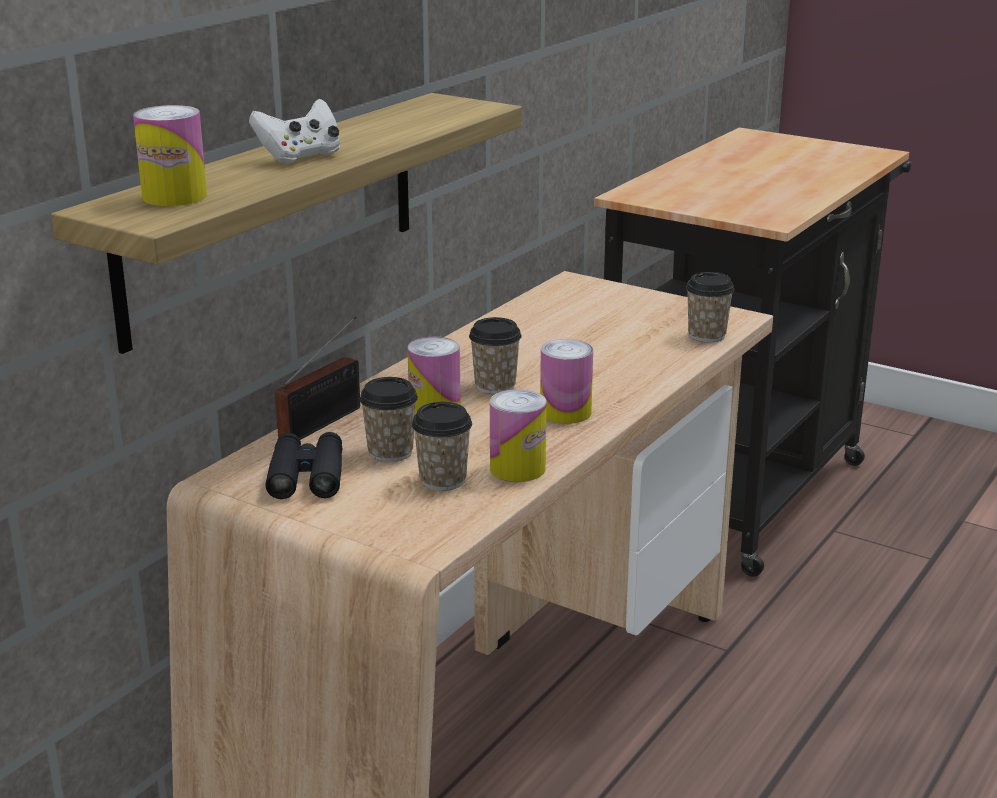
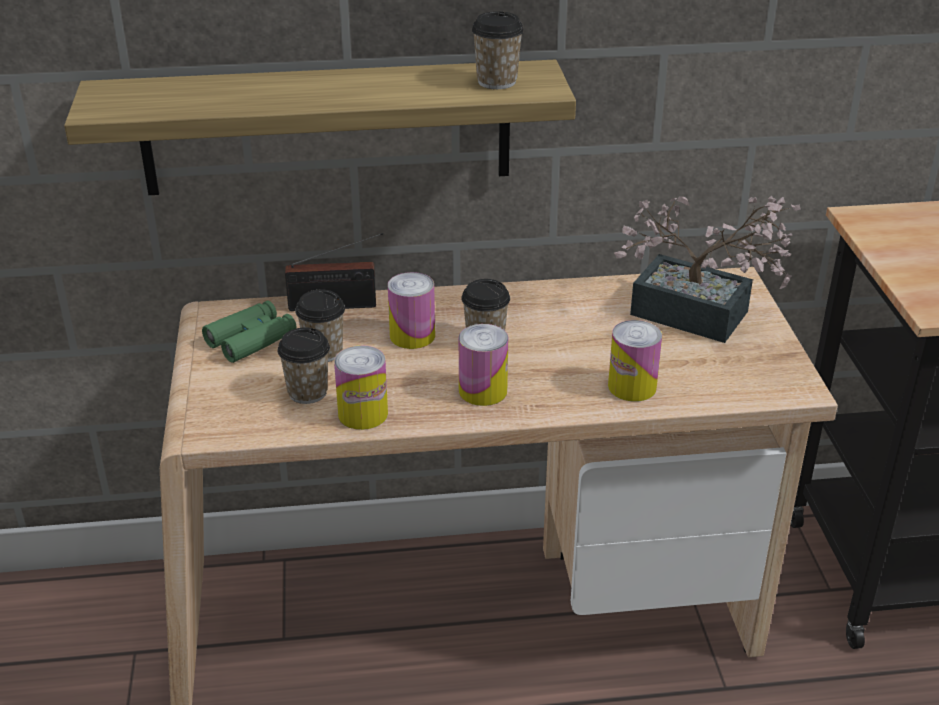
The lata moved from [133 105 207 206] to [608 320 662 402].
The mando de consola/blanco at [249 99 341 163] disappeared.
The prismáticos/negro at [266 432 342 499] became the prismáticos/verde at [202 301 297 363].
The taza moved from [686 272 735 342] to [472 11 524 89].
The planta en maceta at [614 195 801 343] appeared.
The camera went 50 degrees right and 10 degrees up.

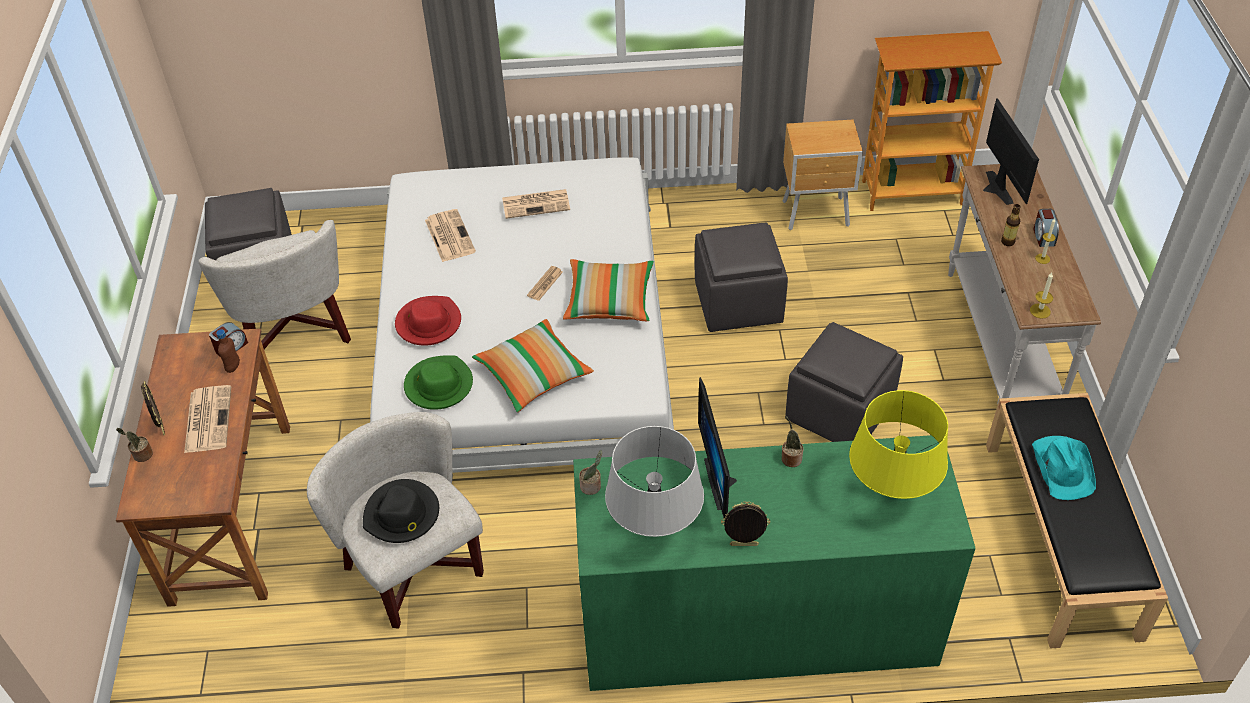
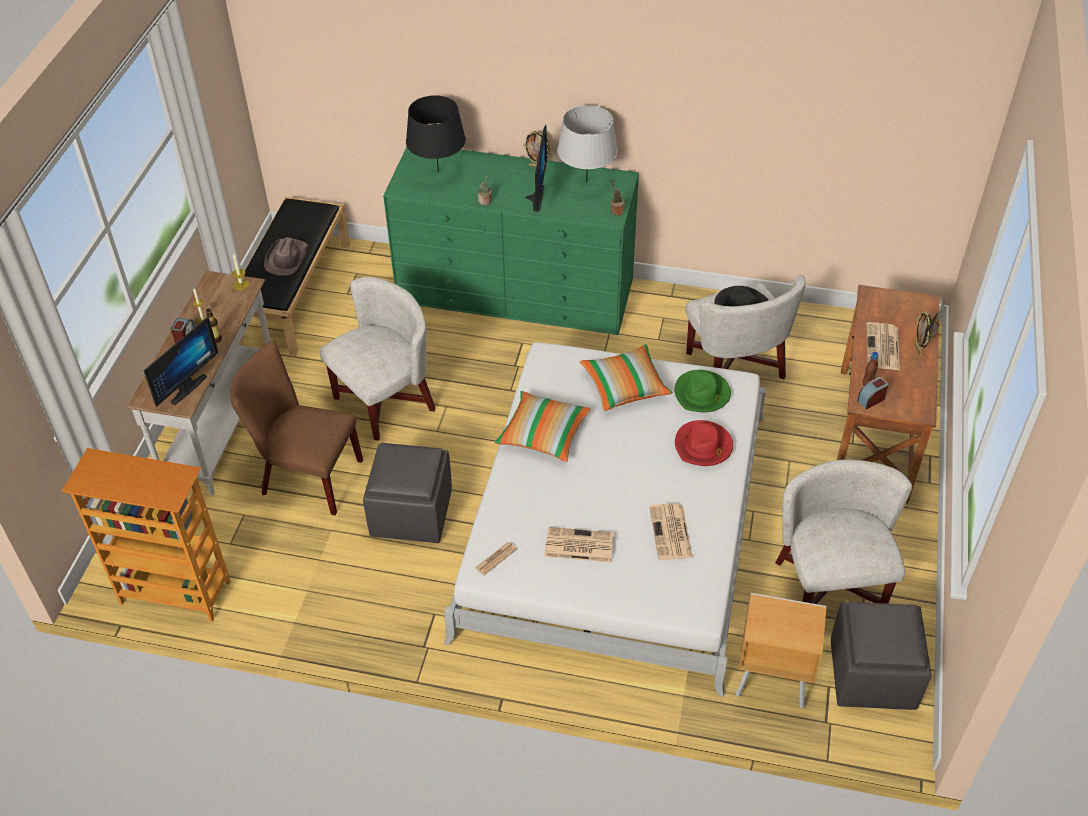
The periódico moved from [527 266 563 301] to [475 542 517 575].
The mesita de noche/marrón moved from [782 119 863 230] to [736 593 827 708].
The puf/gris at [785 322 903 442] was replaced by the sillón/blanco at [320 277 435 441].
The lámpara de mesa/amarillo at [849 390 948 499] became the lámpara de mesa/negro at [406 95 466 173].
The monitor at [983 98 1039 205] turned 150 degrees counterclockwise.
The sombrero/turquesa at [1032 436 1096 500] became the sombrero/marrón at [264 237 309 276].
The silla/marrón at [230 341 363 515] appeared.
The camera went 165 degrees left and 0 degrees up.

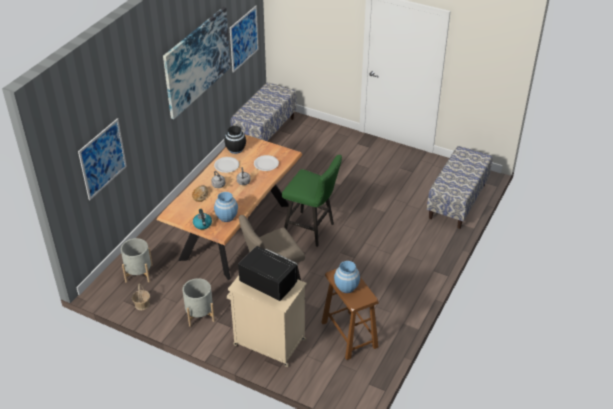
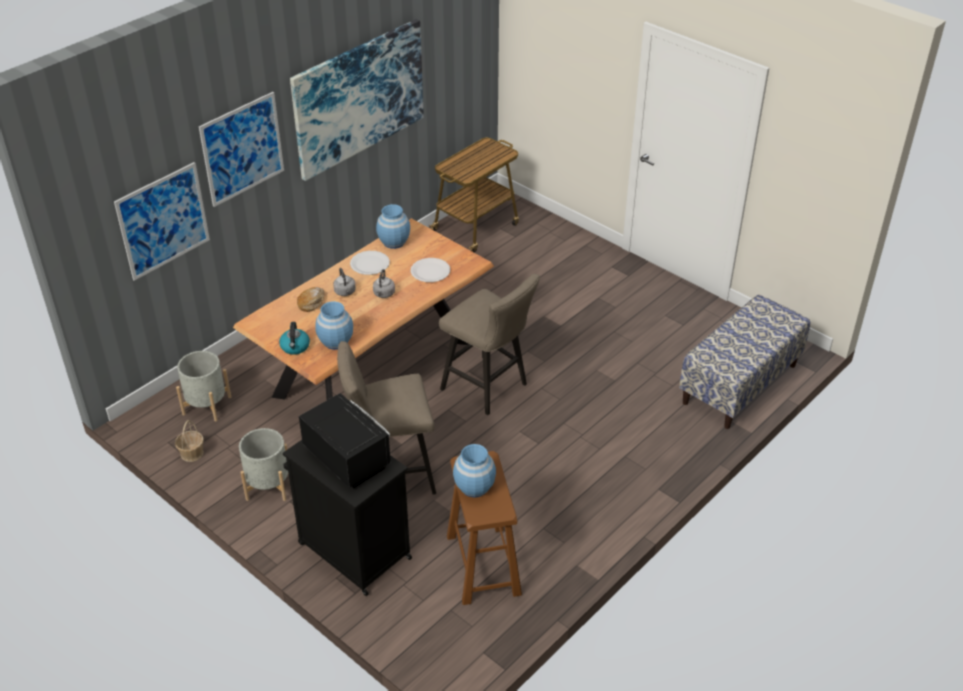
The florero/negro at [224 126 246 154] became the florero/azul at [376 204 410 249].
The armario/beis at [227 275 307 367] became the armario/negro at [283 440 412 596].
The cuadro moved from [230 6 259 73] to [199 92 284 207].
The banco at [231 82 297 141] was replaced by the carrito at [429 137 519 252].
The taburete/verde at [282 155 342 247] became the taburete/beis at [439 274 540 415].
The camera went 15 degrees right and 0 degrees up.

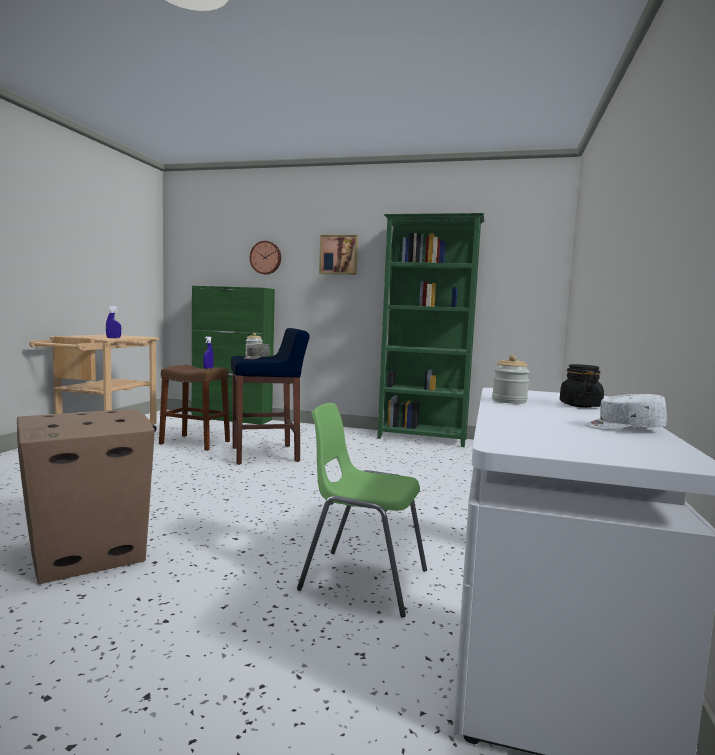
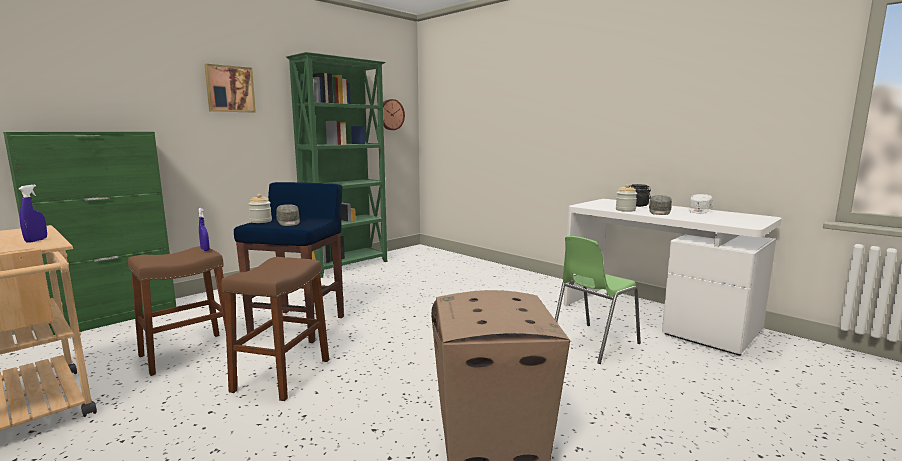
The reloj de pared moved from [250 241 281 275] to [383 99 405 130].
The taburete/marrón at [222 257 329 401] appeared.
The gorra/gris at [649 195 672 215] appeared.
The camera went 60 degrees left and 5 degrees up.

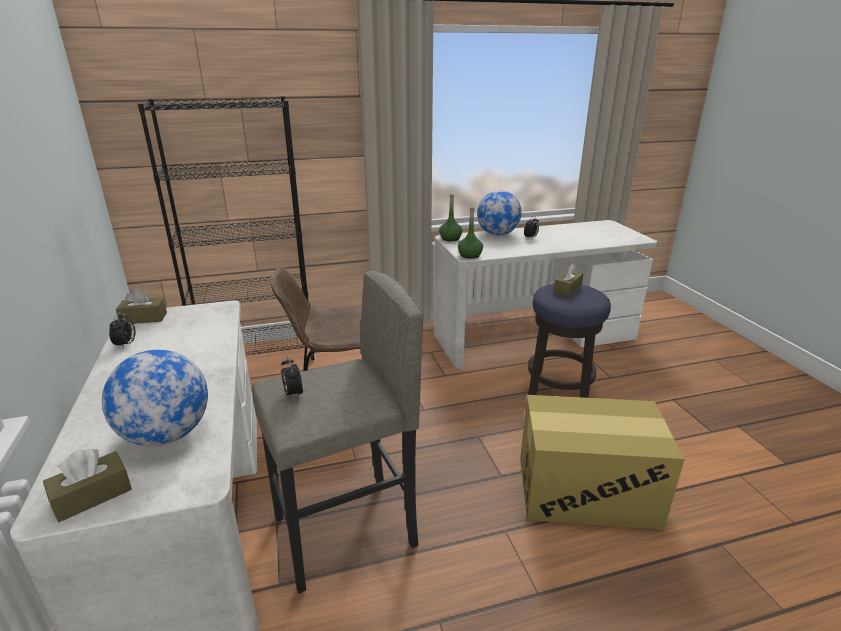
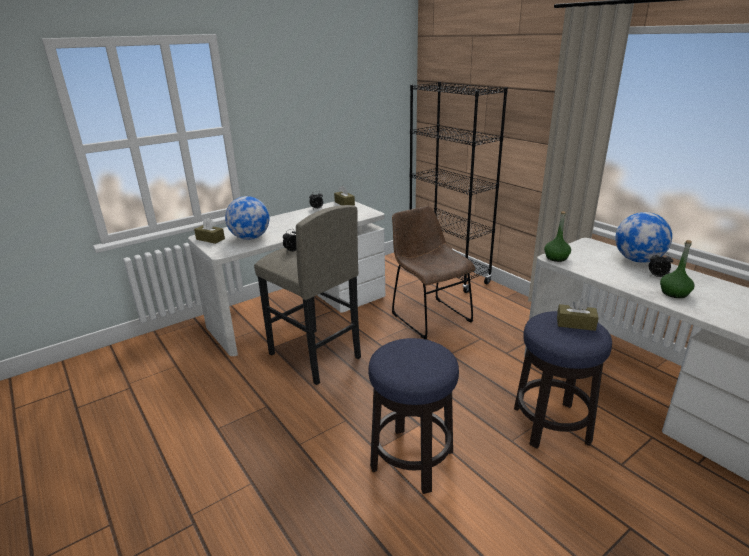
The botella/verde moved from [439 194 463 241] to [660 240 695 298].
The caja de cartón at [520 395 684 530] was replaced by the taburete at [368 338 459 494].
The camera went 70 degrees right and 0 degrees up.

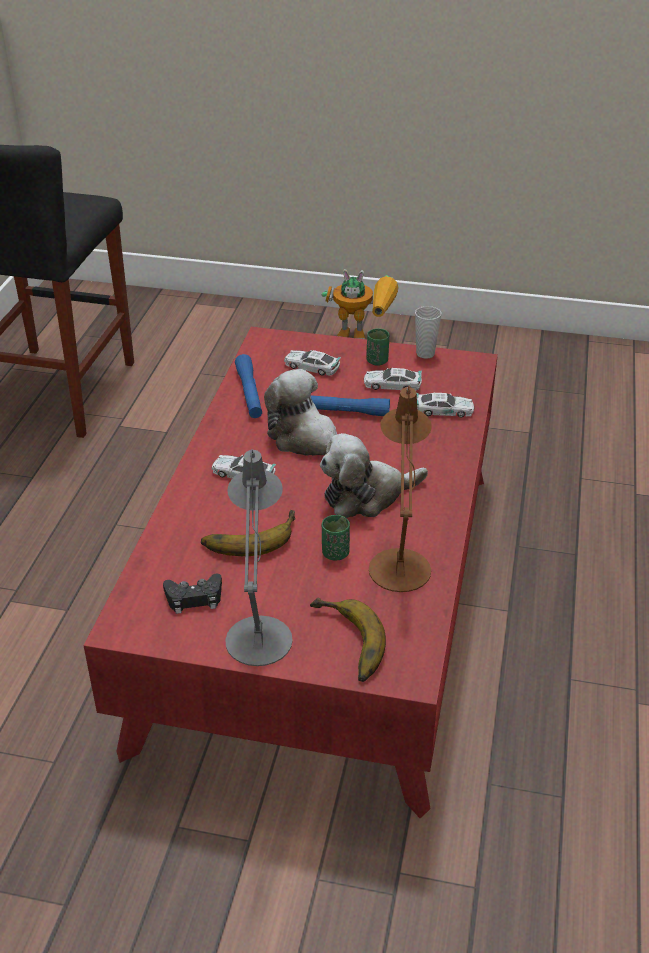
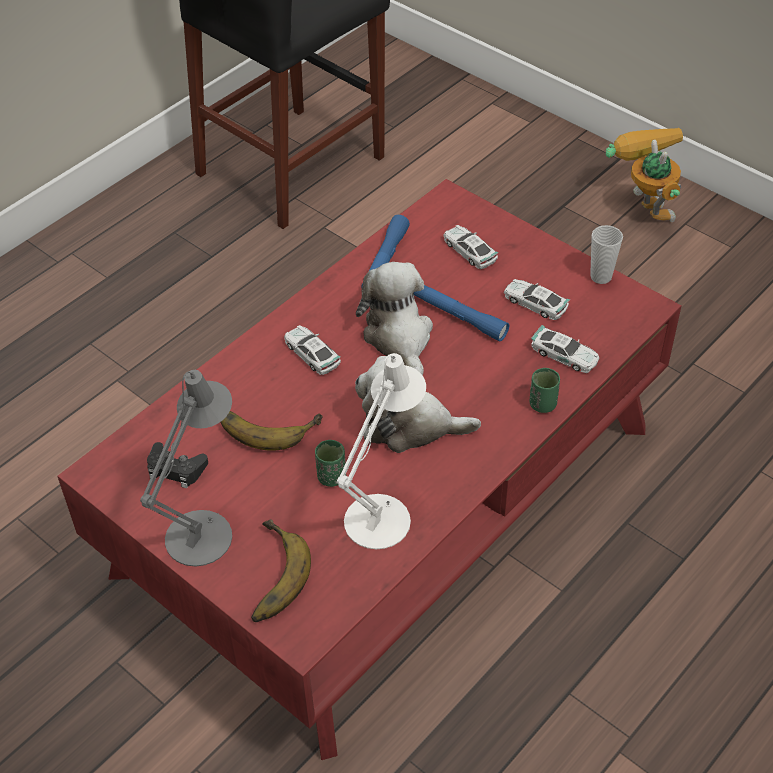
The robot de juguete at [322 269 398 339] turned 150 degrees counterclockwise.
The taza/verde moved from [367 328 389 366] to [530 368 560 413].
The lámpara de mesa/marrón at [369 386 432 592] became the lámpara de mesa/blanco at [337 353 426 549].
The camera went 30 degrees right and 10 degrees up.

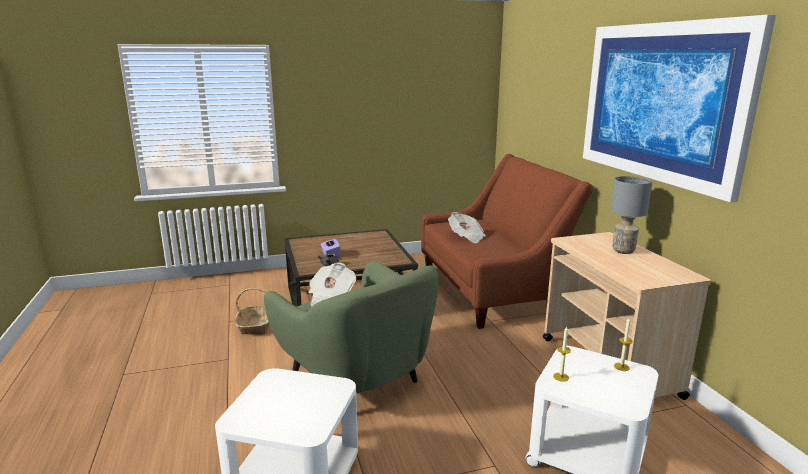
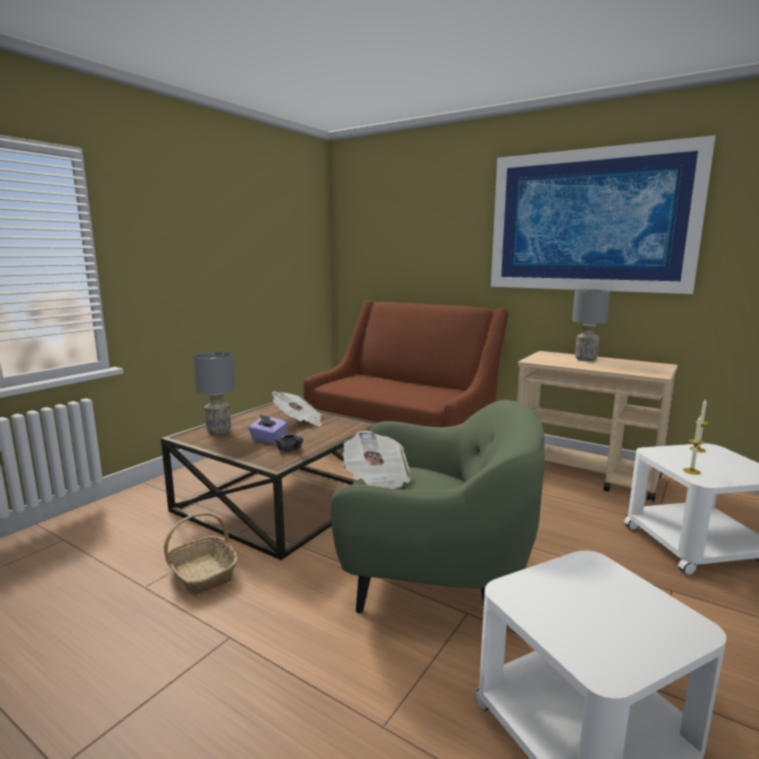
The periódico moved from [448 212 486 243] to [272 392 322 426].
The lámpara de mesa/gris at [193 351 235 434] appeared.
The camera went 40 degrees left and 5 degrees down.

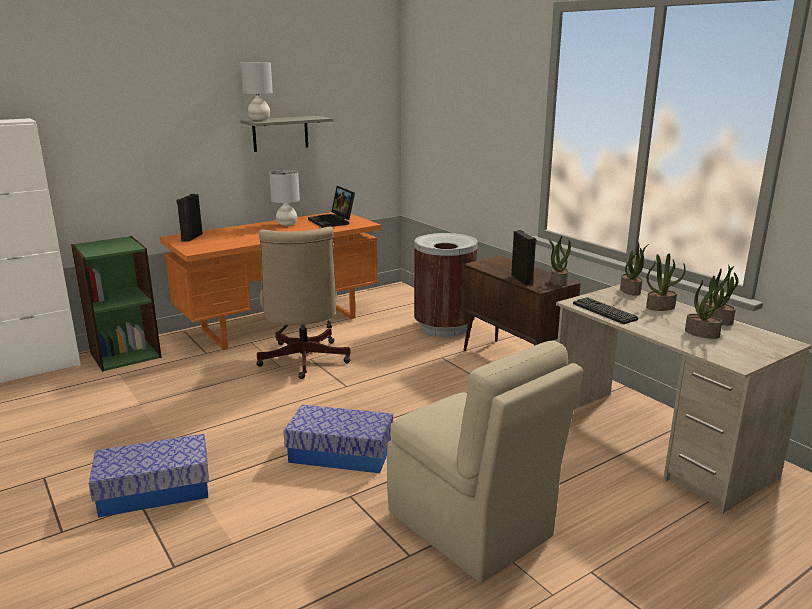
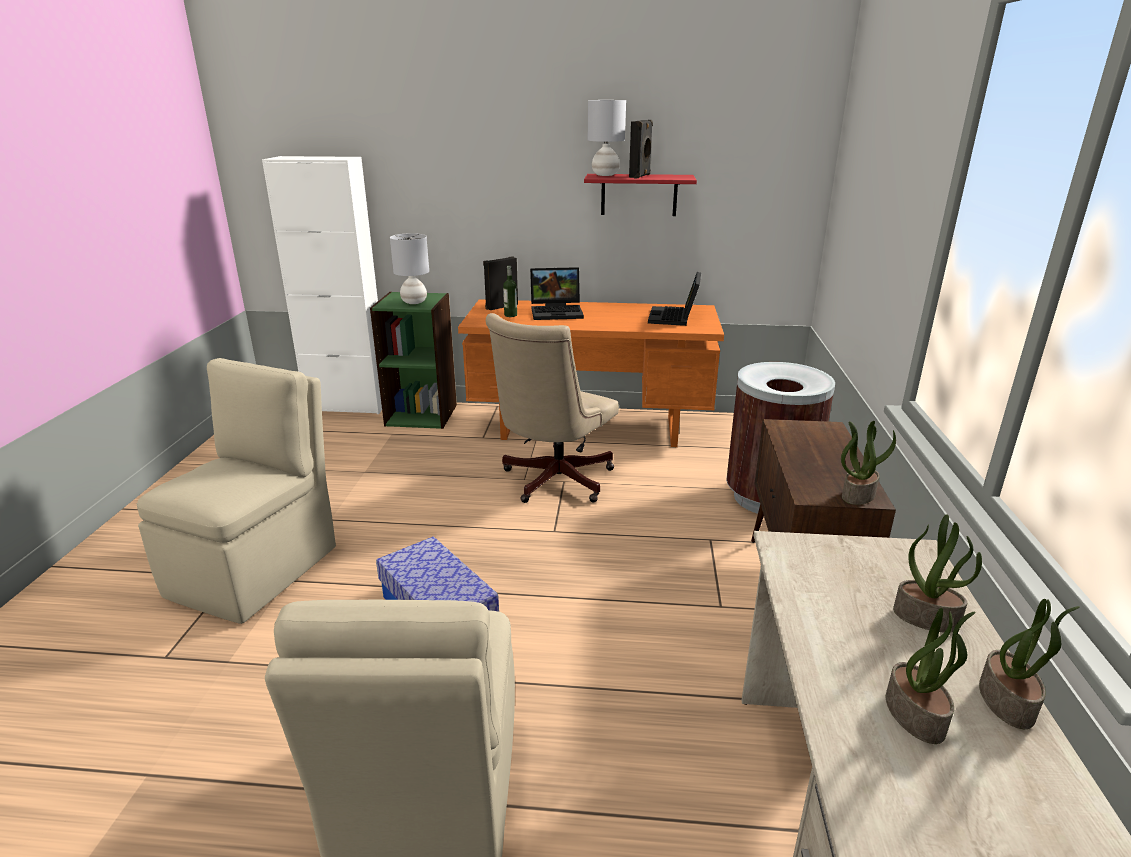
The caja de almacenaje at [89 434 209 518] was replaced by the silla/beis at [137 358 336 624].
The estante/gris at [240 116 334 152] became the estante/rojo at [584 174 697 216].
The lámpara de mesa/gris moved from [269 170 300 226] to [390 233 429 304].
The altavoz/negro moved from [511 230 537 285] to [629 120 653 178].
The teclado at [573 297 638 324] disappeared.
The planta en maceta at [620 241 649 296] disappeared.
The botella at [503 266 517 317] appeared.
The portátil at [530 267 584 320] appeared.
The camera went 40 degrees right and 5 degrees up.

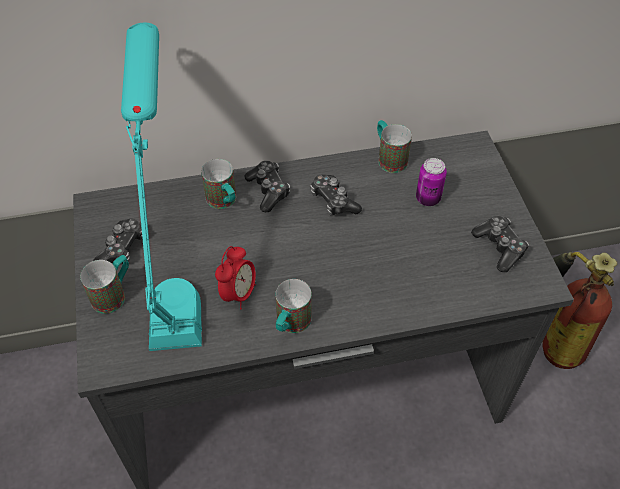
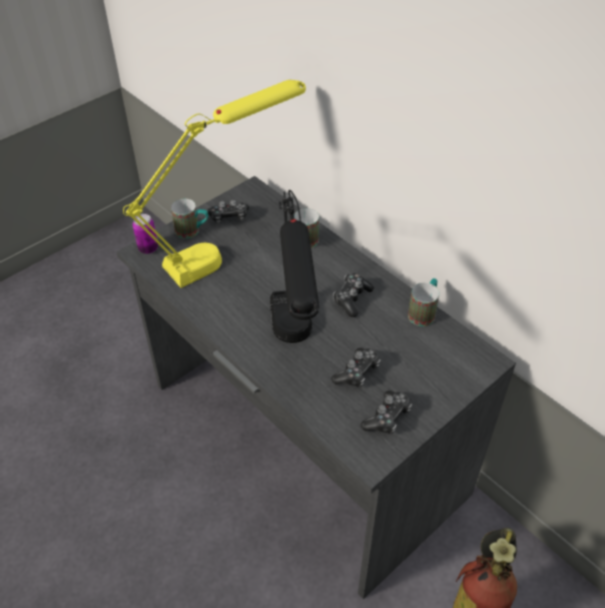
The lámpara de mesa/turquesa at [121 23 202 351] became the lámpara de mesa/amarillo at [123 80 306 288].
The despertador at [215 246 256 310] disappeared.
The mando de consola moved from [244 161 290 212] to [331 348 381 387].
The taza grande at [275 279 312 333] disappeared.
The lata moved from [416 158 447 206] to [133 214 158 254].
The lámpara de mesa/negro at [270 190 319 343] appeared.
The camera went 60 degrees right and 5 degrees down.

